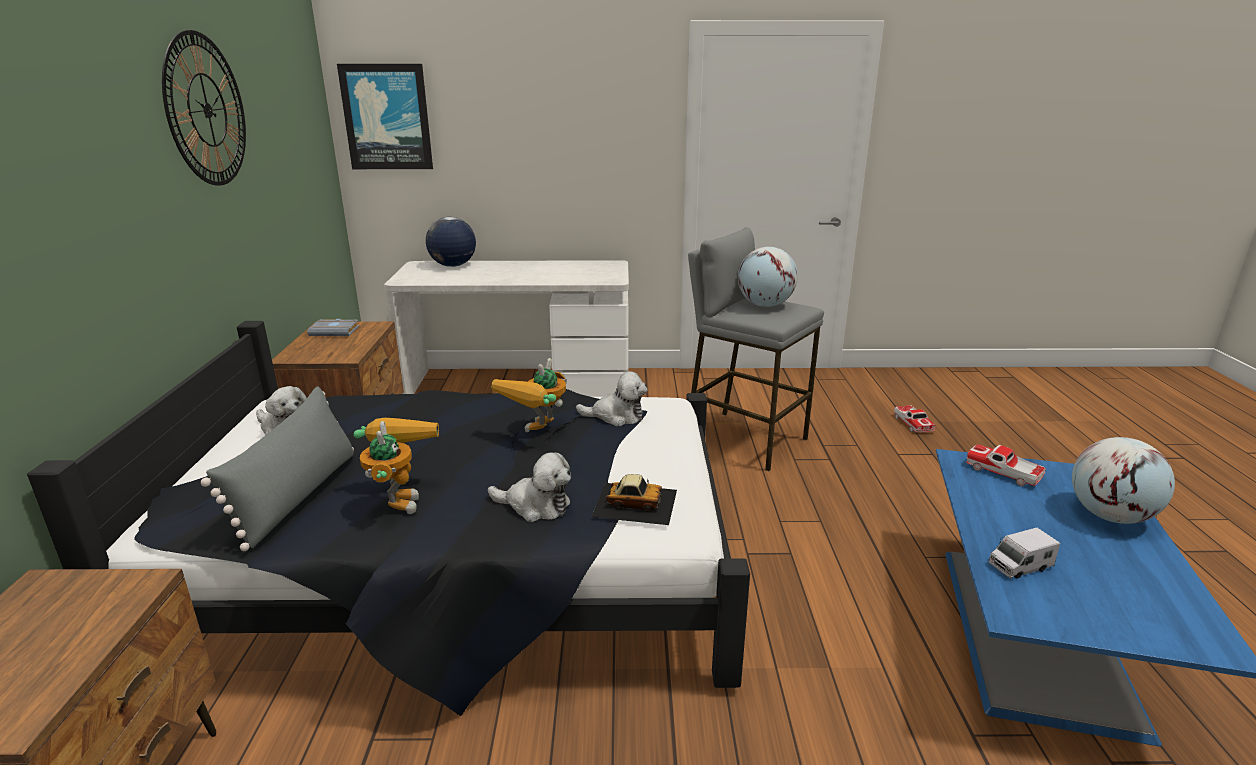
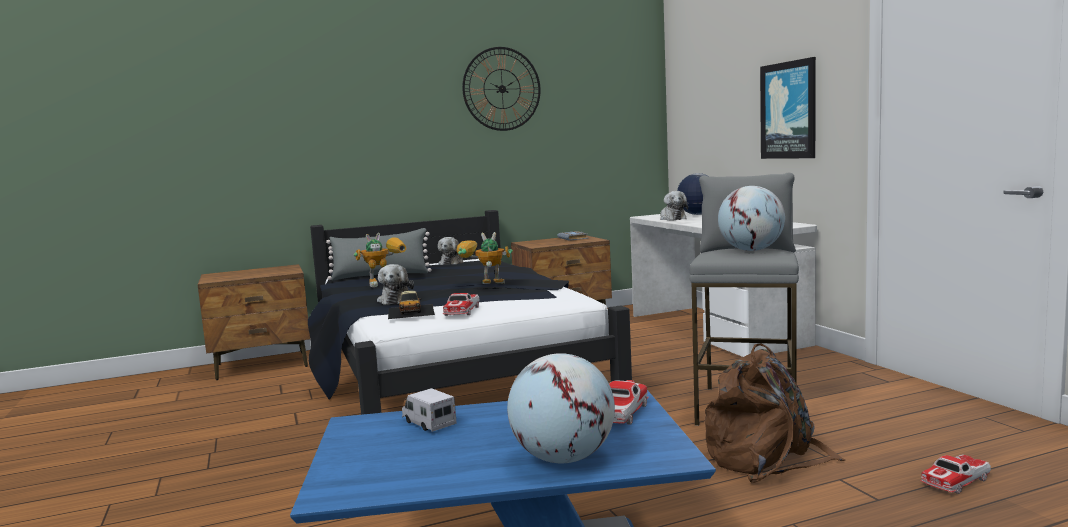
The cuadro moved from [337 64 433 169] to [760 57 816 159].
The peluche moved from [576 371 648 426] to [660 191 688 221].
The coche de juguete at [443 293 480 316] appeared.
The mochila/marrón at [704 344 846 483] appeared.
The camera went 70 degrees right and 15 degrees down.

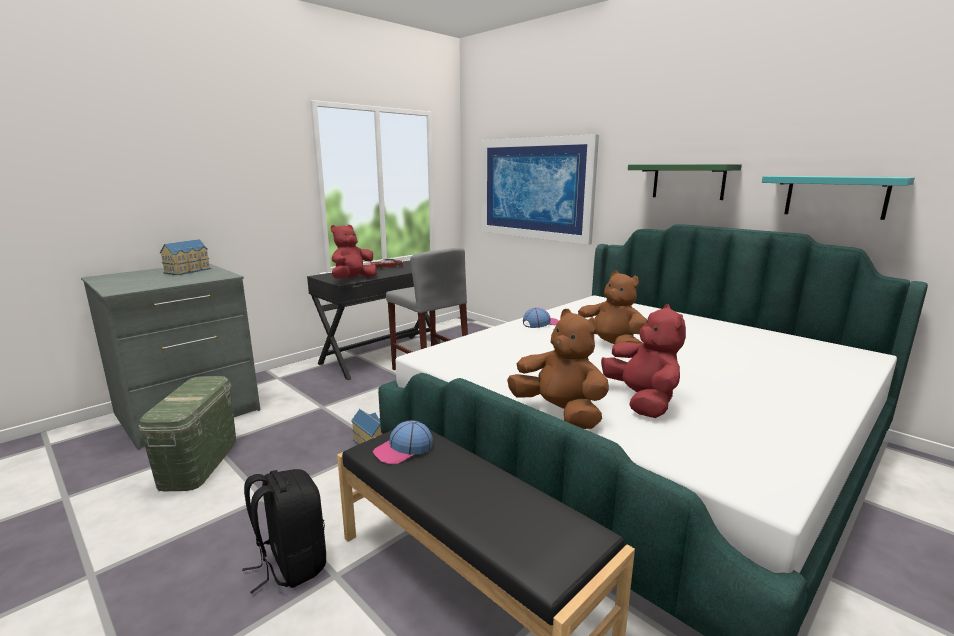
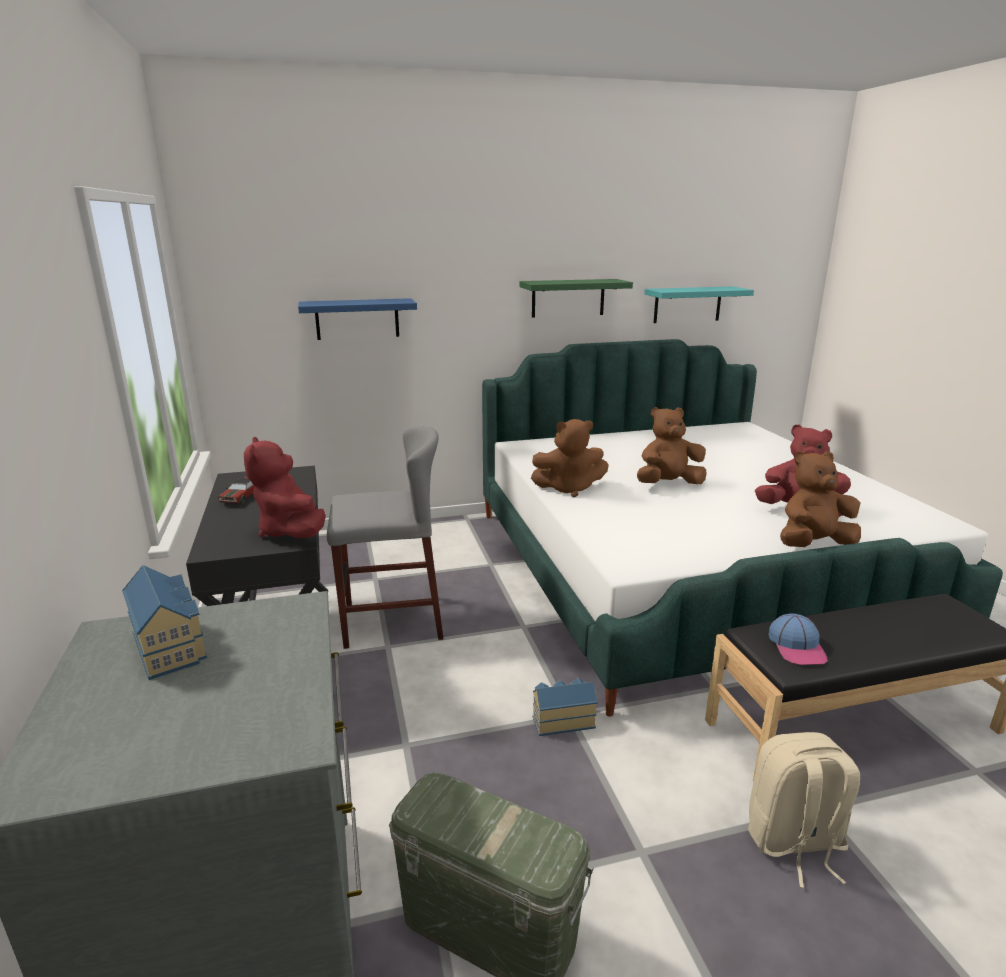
The mochila/negro at [242 469 326 594] became the mochila/beis at [748 732 860 888].
The cuadro at [481 134 599 245] was replaced by the estante/azul at [298 298 417 340].
The gorra at [523 307 559 328] was replaced by the peluche/marrón at [531 419 609 497].
The camera went 60 degrees left and 5 degrees up.

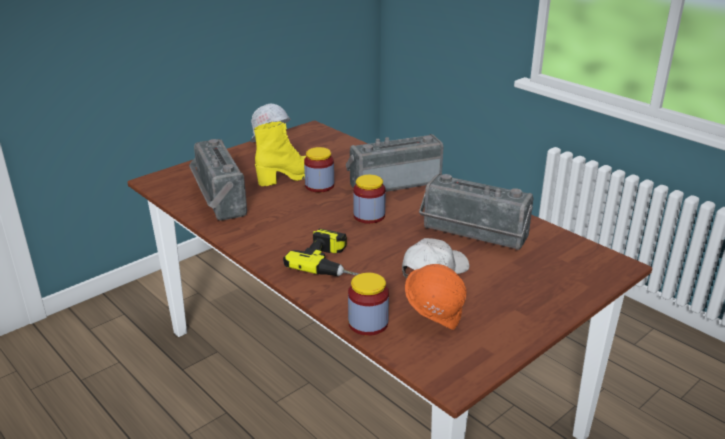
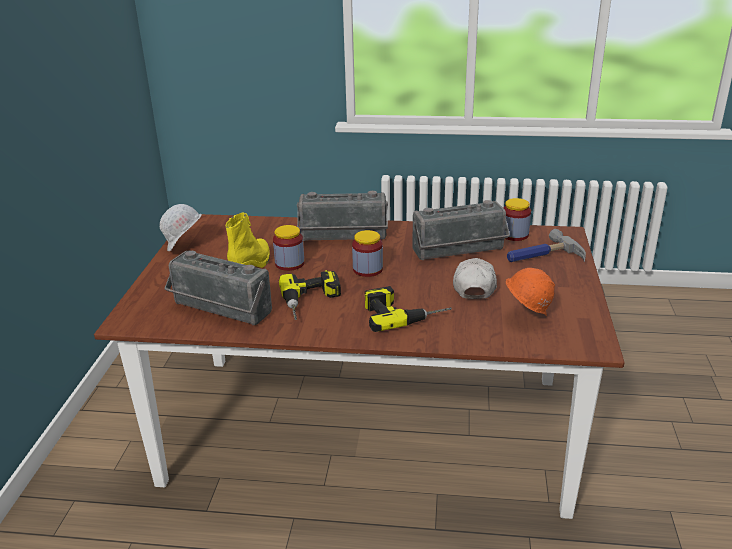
The radio at [346 134 444 192] turned 120 degrees counterclockwise.
The tarro moved from [348 273 389 336] to [503 198 531 241].
The taladro at [279 270 341 320] appeared.
The martillo at [507 229 586 262] appeared.
The camera went 40 degrees left and 0 degrees up.

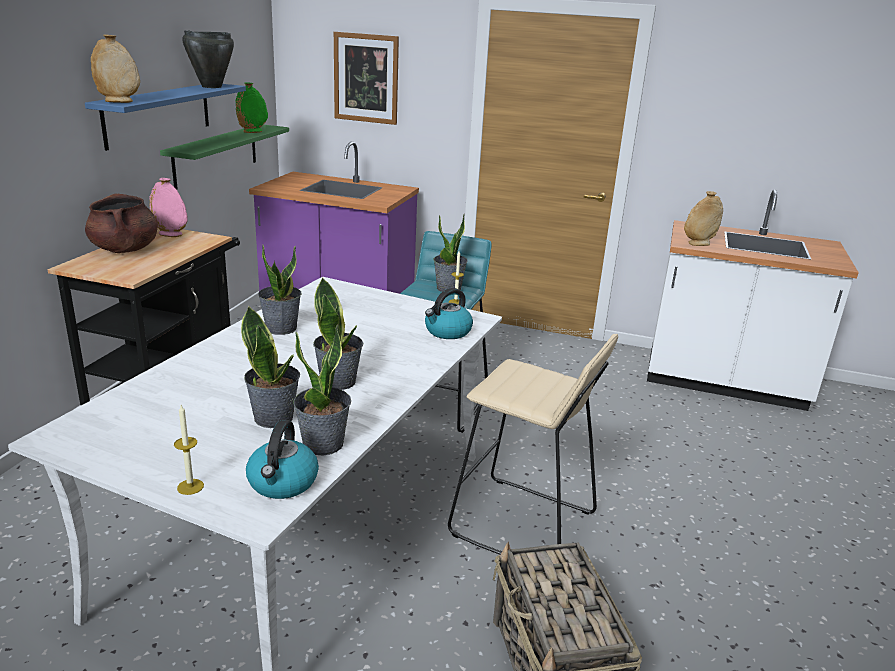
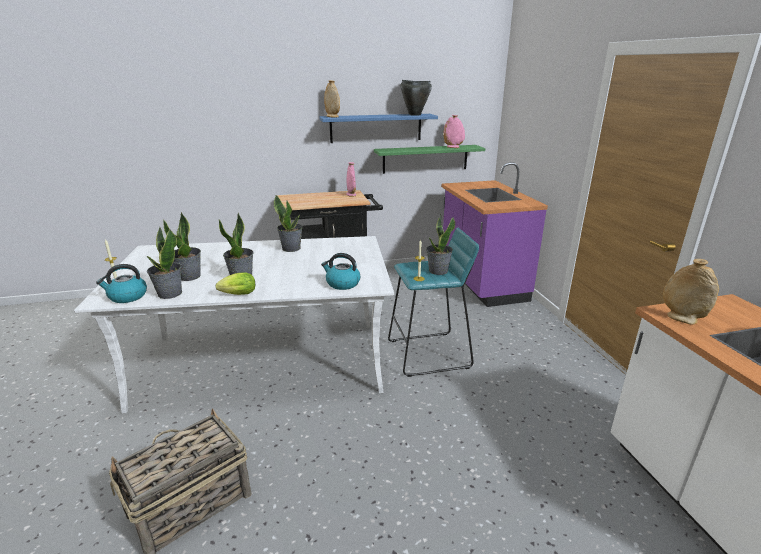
The olla/marrón at [85 194 158 253] disappeared.
The florero/verde at [236 82 268 133] became the florero/rosa at [443 115 465 148].
The cuadro at [334 32 399 125] disappeared.
The taburete/beis at [448 334 618 574] disappeared.
The lechuga at [215 272 255 295] appeared.
The camera went 60 degrees right and 0 degrees up.

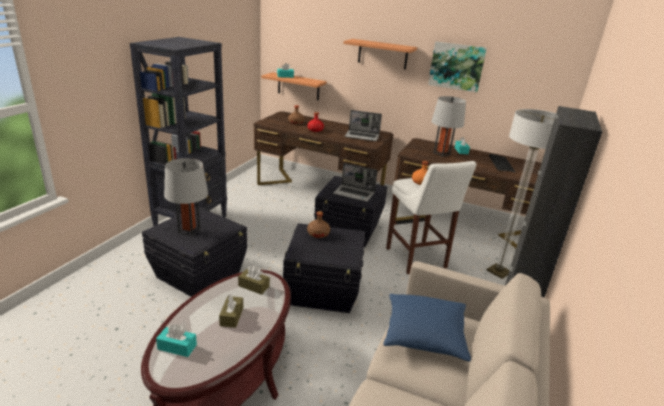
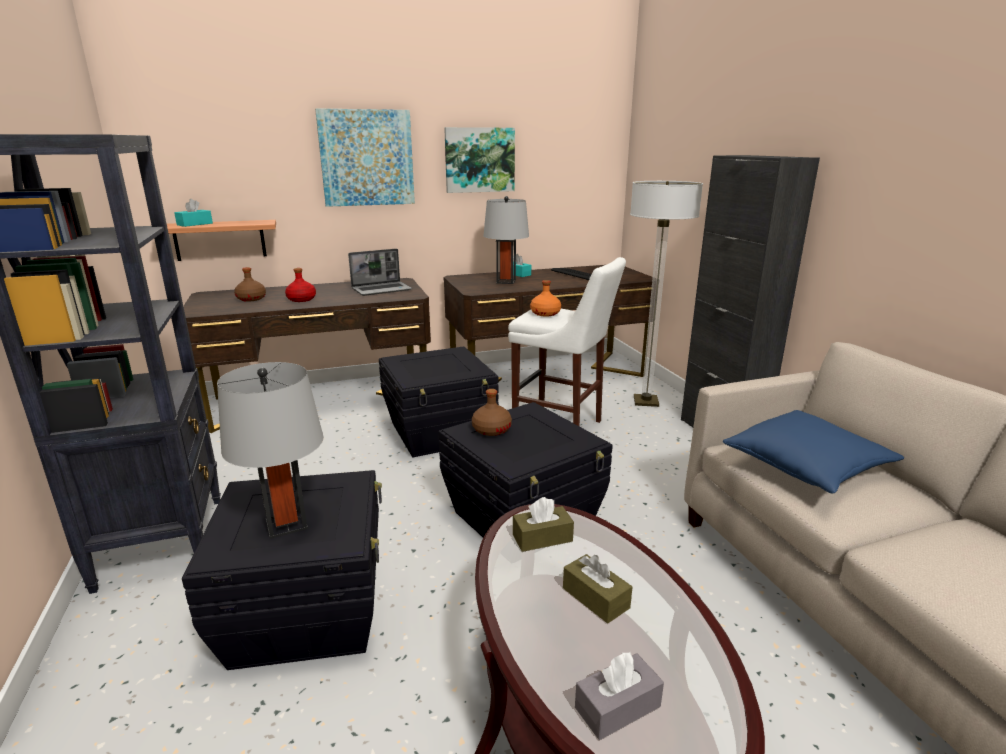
The caja de pañuelos/turquesa at [156 324 197 357] became the caja de pañuelos/gris at [575 653 664 740].
The portátil at [333 163 377 202] disappeared.
The estante at [344 39 417 69] was replaced by the cuadro at [315 108 415 207].
The camera went 40 degrees left and 5 degrees down.

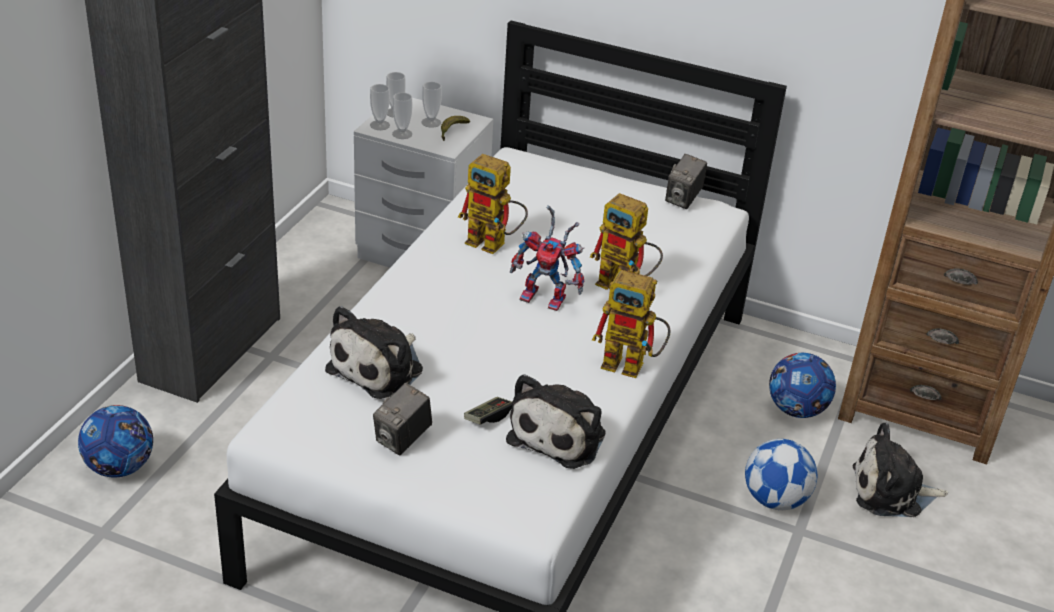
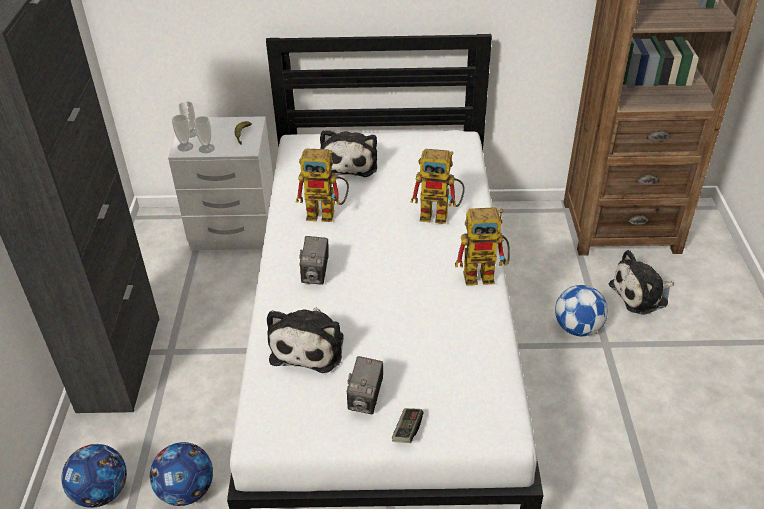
The taza at [422 82 442 128] disappeared.
The mando de consola moved from [464 397 512 424] to [392 408 423 443].
The peluche moved from [506 374 606 469] to [320 130 377 177].
The robot de juguete at [510 205 585 311] disappeared.
The cámara moved from [665 154 707 209] to [299 236 329 285].
The balón de fútbol moved from [769 353 836 418] to [150 442 213 506].
The camera went 20 degrees left and 5 degrees up.

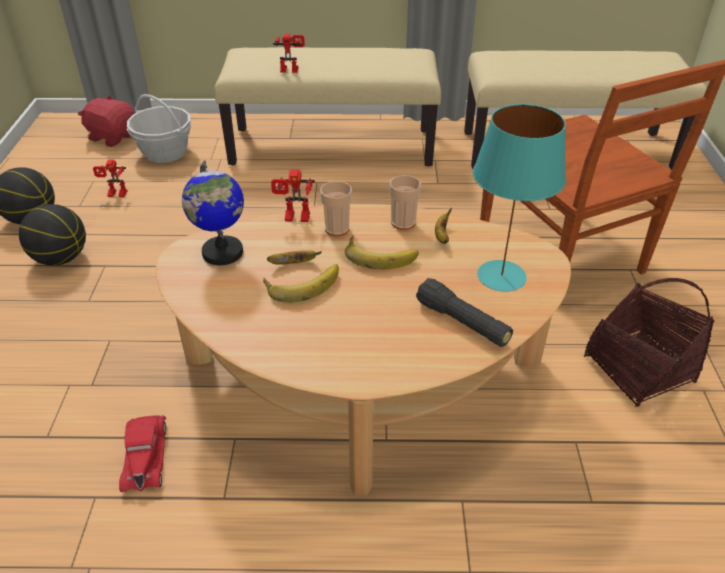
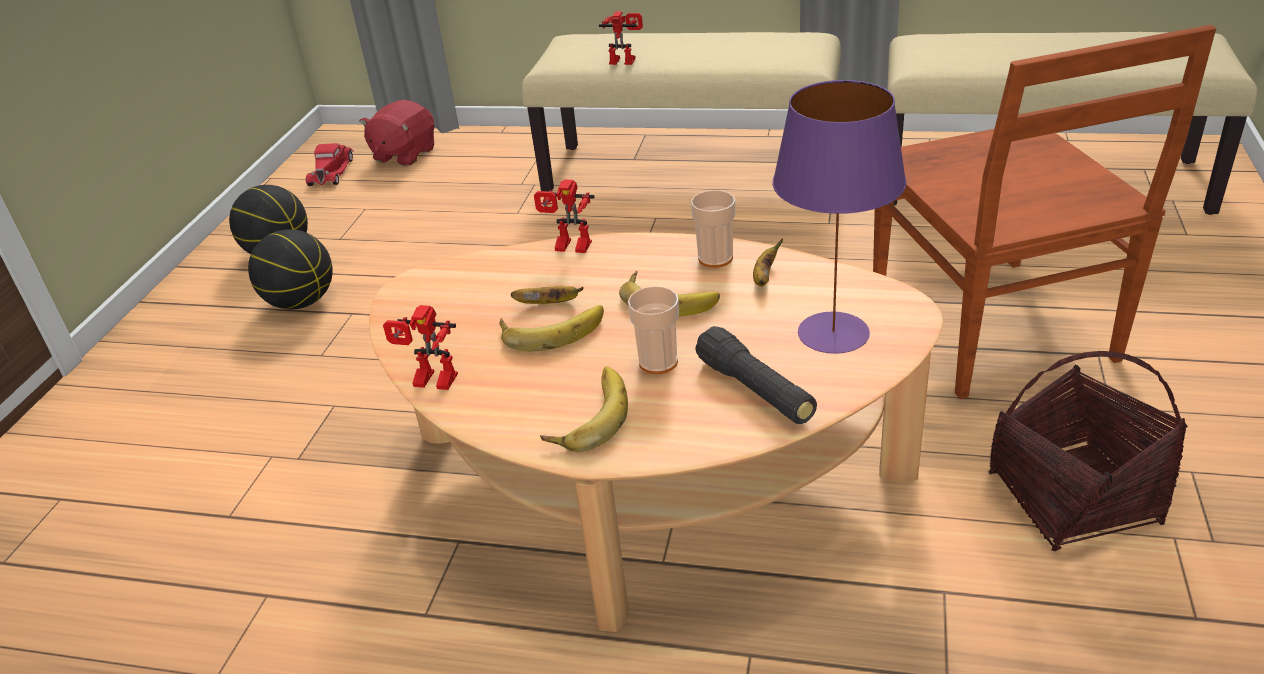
The peluche/rojo at [78 96 135 147] turned 105 degrees counterclockwise.
The robot de juguete moved from [93 160 128 197] to [383 305 458 390].
The coche de juguete/rojo moved from [119 415 166 492] to [306 143 354 186].
The cesta at [127 94 192 163] disappeared.
The globo terráqueo at [182 160 244 265] disappeared.
The taza moved from [320 181 352 236] to [628 286 679 374].
The lámpara de mesa/turquesa at [473 104 566 292] became the lámpara de mesa/morado at [773 80 907 354].
The plátano at [540 367 628 452] appeared.
The camera went 15 degrees right and 5 degrees down.

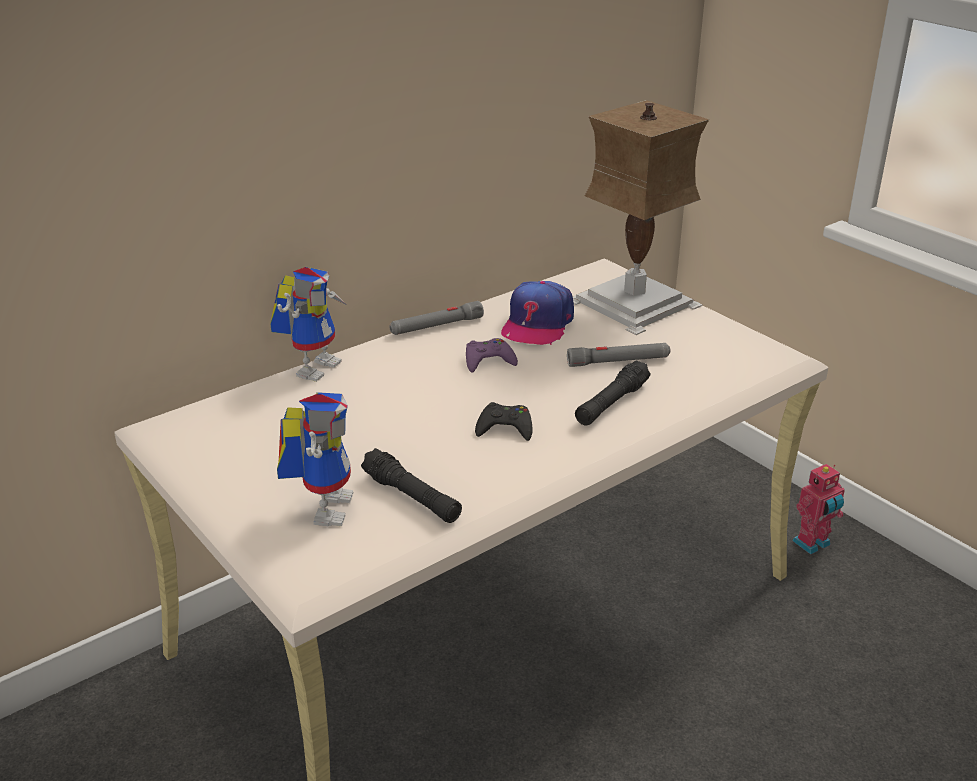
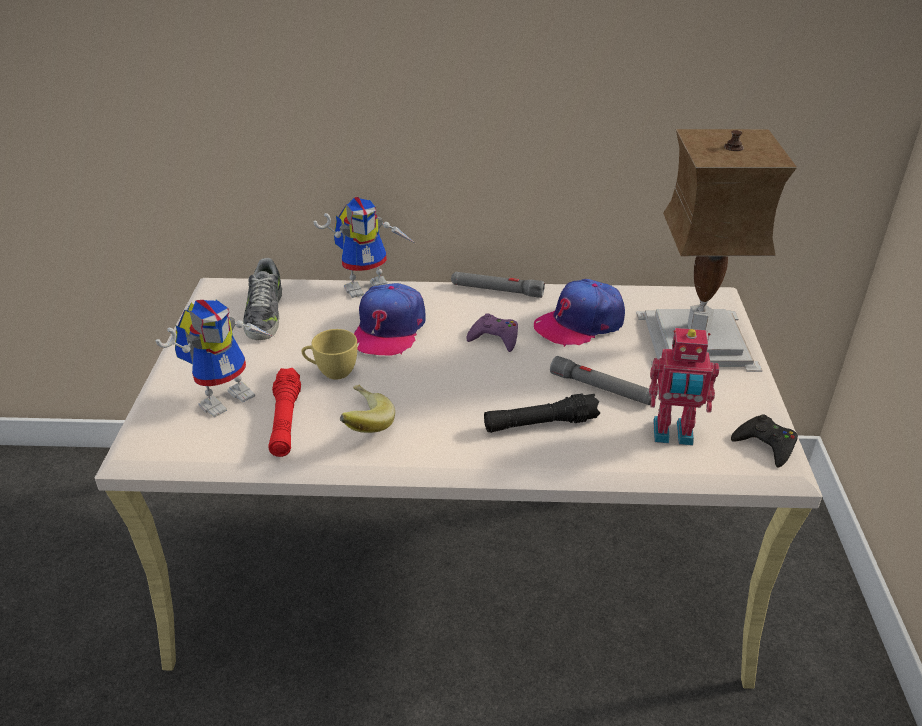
The linterna/negro at [361 448 462 523] became the linterna/rojo at [268 368 301 457].
The mando de consola/negro moved from [475 402 533 441] to [731 415 798 468].
The robot de juguete moved from [792 464 845 555] to [649 328 719 446].
The zapato at [243 258 282 340] appeared.
The taza/amarillo at [301 329 357 379] appeared.
The plátano at [340 384 395 433] appeared.
The gorra at [354 283 425 356] appeared.
The camera went 40 degrees right and 5 degrees up.

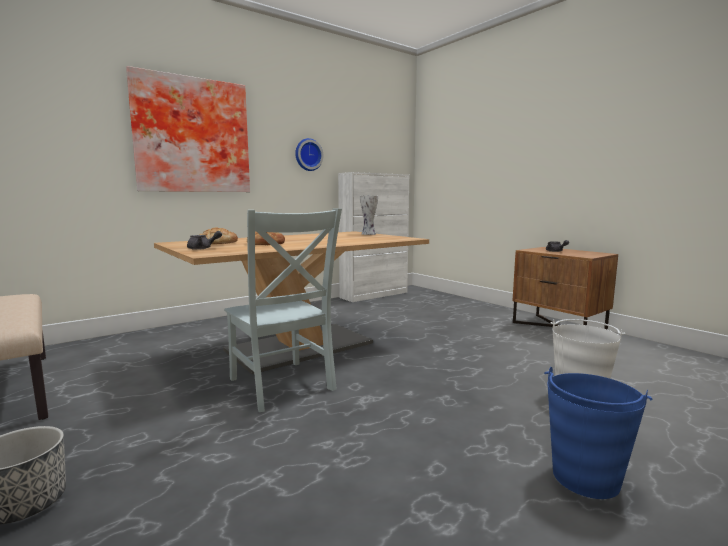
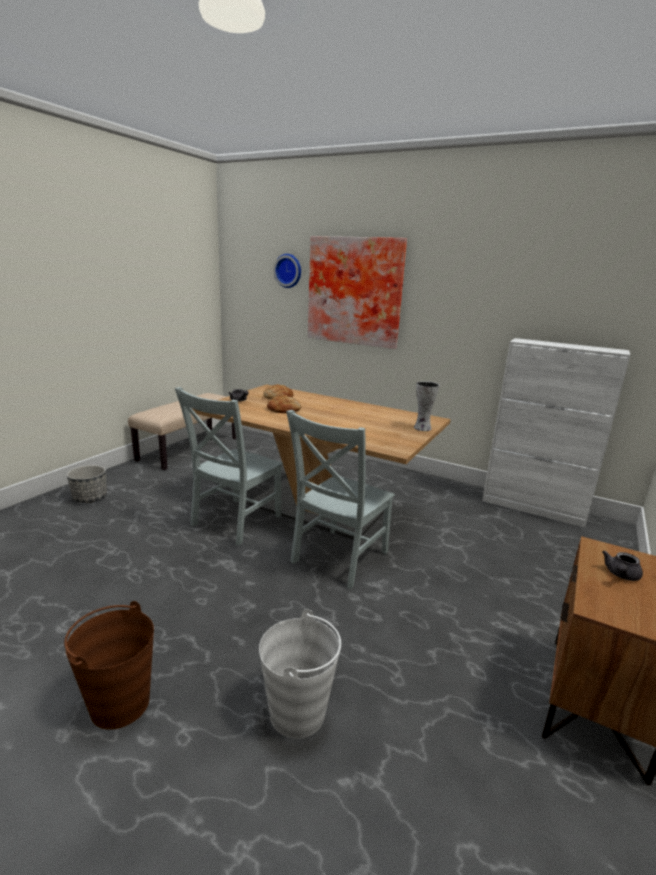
The reloj de pared moved from [295 138 323 171] to [274 254 301 288].
The cubo/azul at [544 367 653 499] became the cubo/marrón at [64 601 154 730].
The silla/gris at [286 410 395 589] appeared.
The camera went 65 degrees right and 10 degrees up.

